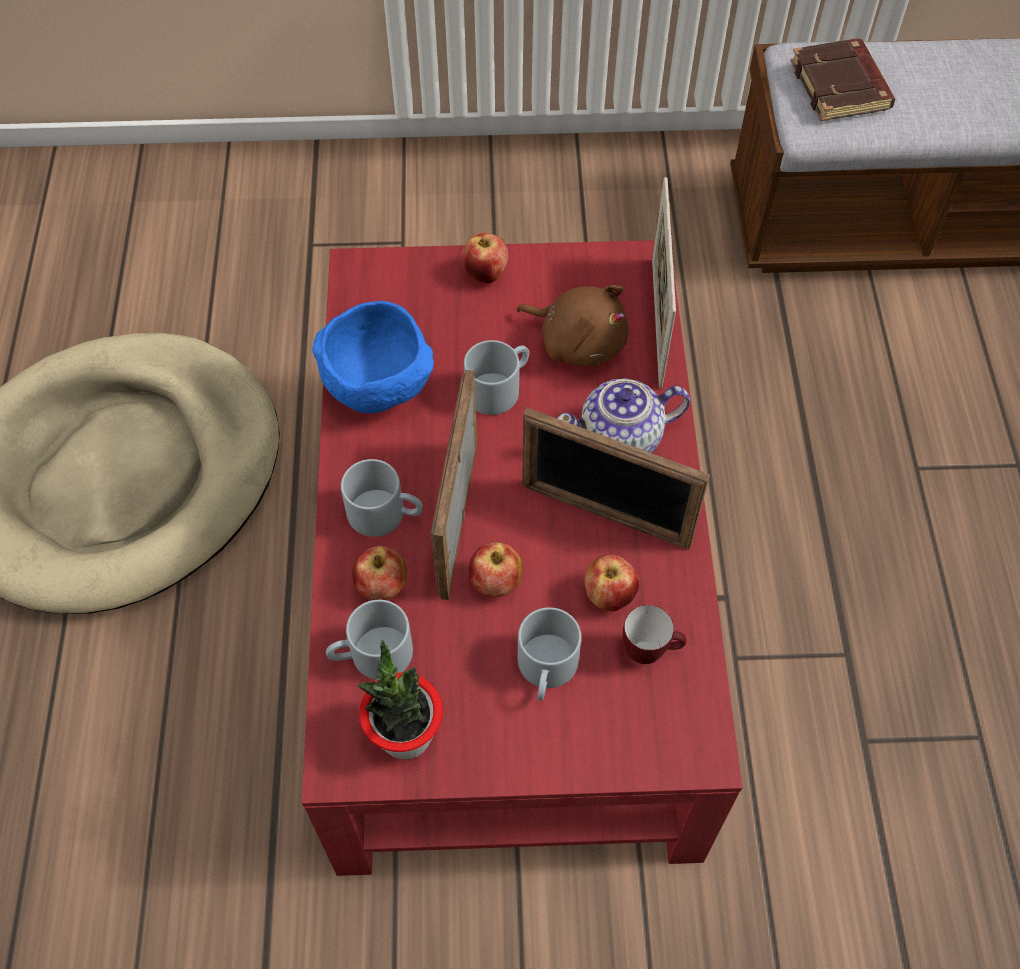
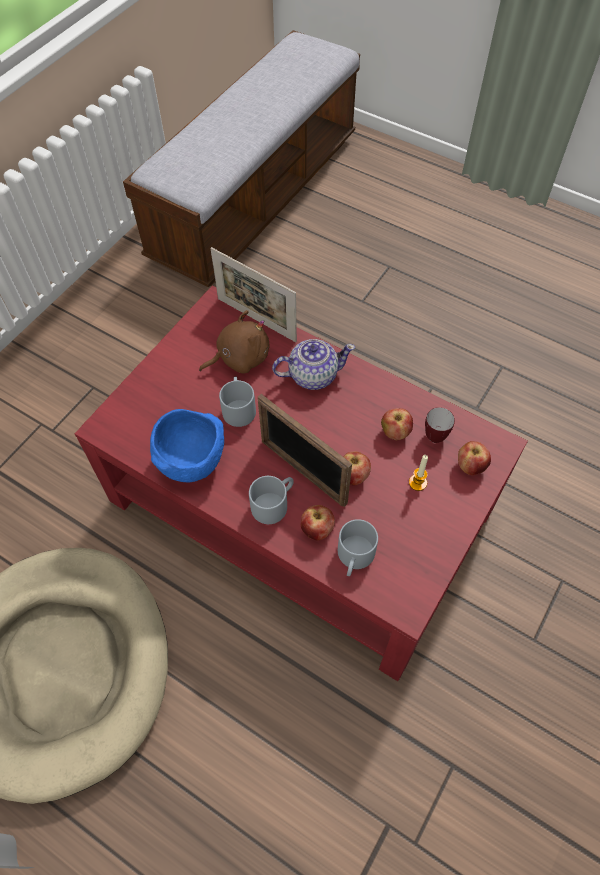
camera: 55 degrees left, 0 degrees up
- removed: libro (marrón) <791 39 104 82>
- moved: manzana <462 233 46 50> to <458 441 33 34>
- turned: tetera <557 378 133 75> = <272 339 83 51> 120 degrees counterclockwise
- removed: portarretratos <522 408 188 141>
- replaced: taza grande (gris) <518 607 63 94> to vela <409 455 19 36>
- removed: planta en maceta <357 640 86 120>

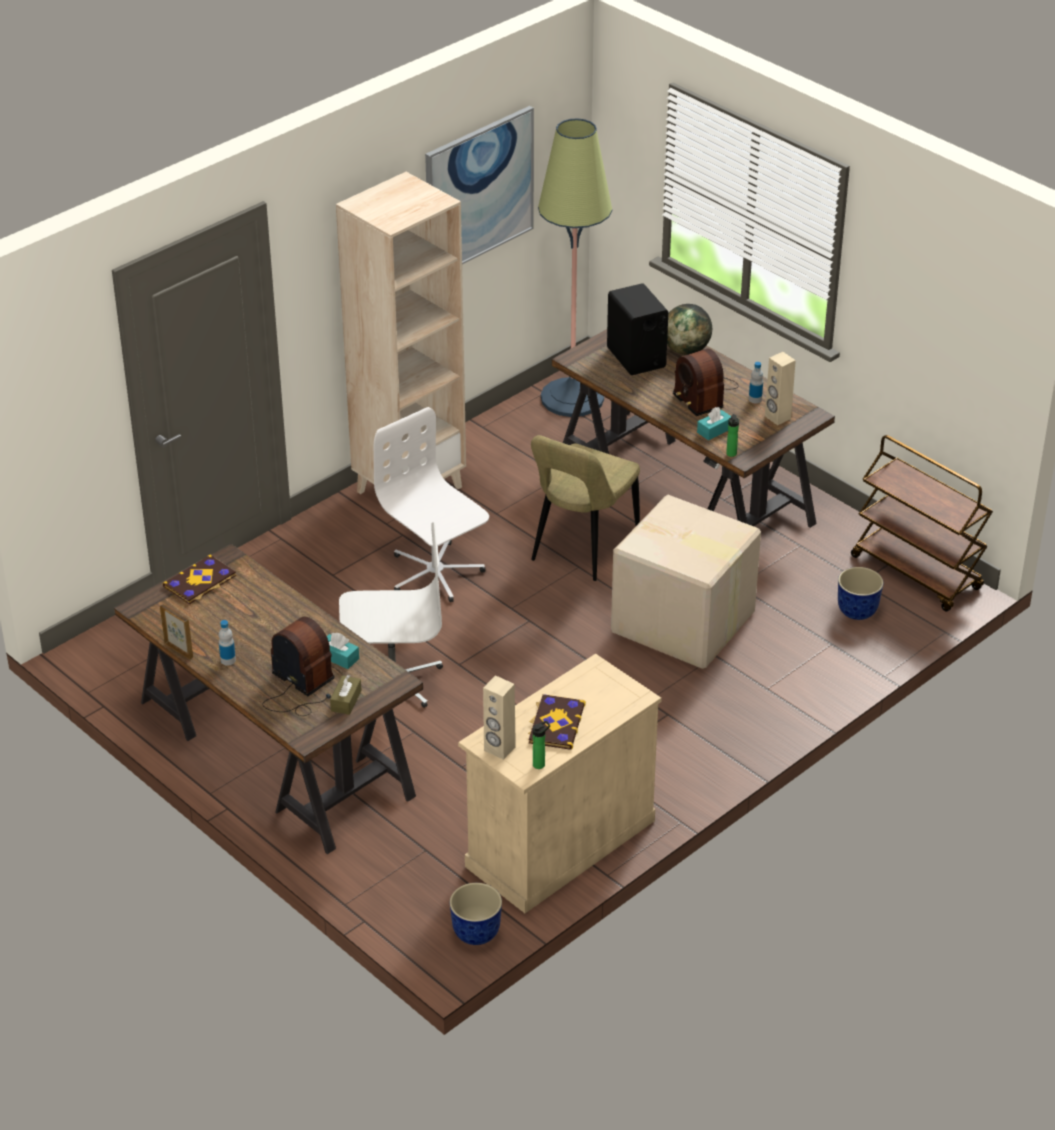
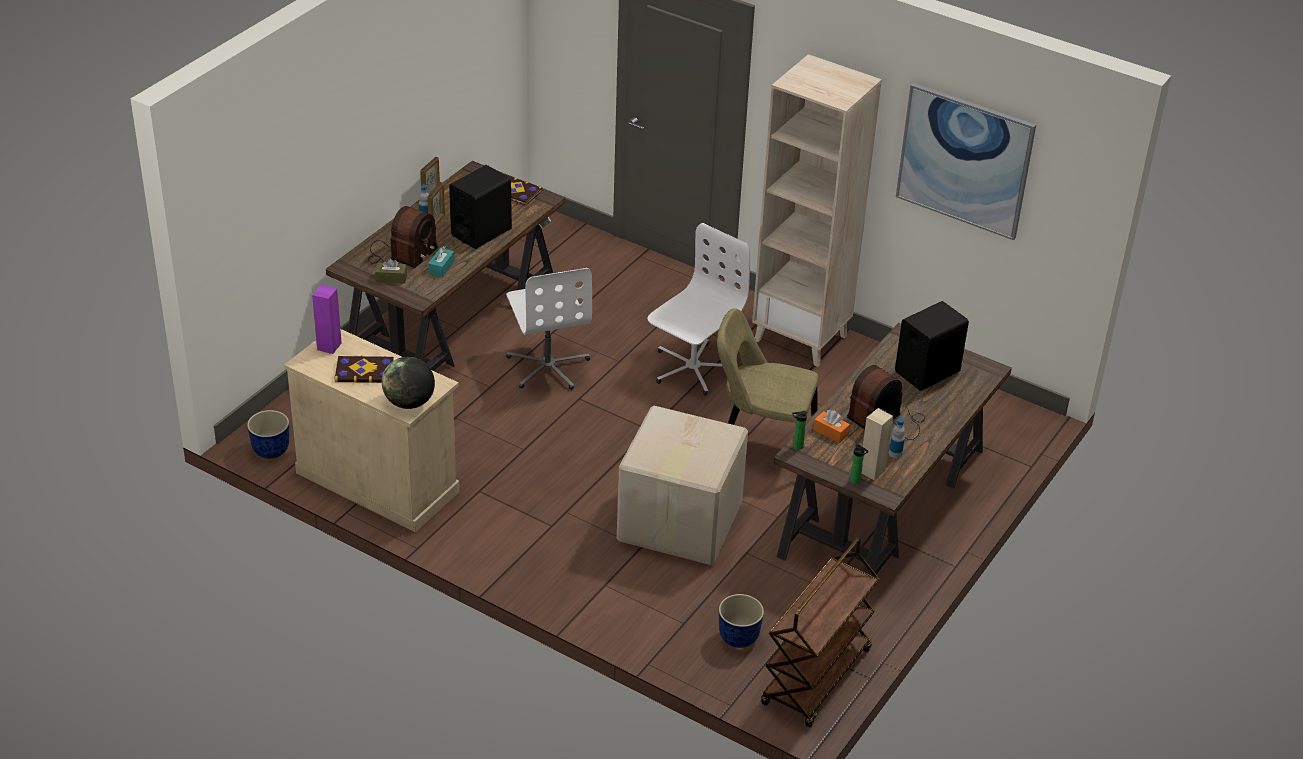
camera: 75 degrees right, 0 degrees up
- removed: lámpara de pie <538 118 74 299>
- moved: globo terráqueo <667 304 45 51> to <382 357 53 52>
- recoloured: caja de pañuelos (turquesa) <697 407 34 33> to caja de pañuelos (naranja) <813 410 37 33>
- recoloured: altavoz (beis) <483 675 33 85> to altavoz (morado) <312 285 30 69>
- moved: botella <533 721 17 48> to <850 444 18 40>
- added: altavoz (negro) <449 165 63 84>
- added: portarretratos <428 182 17 44>

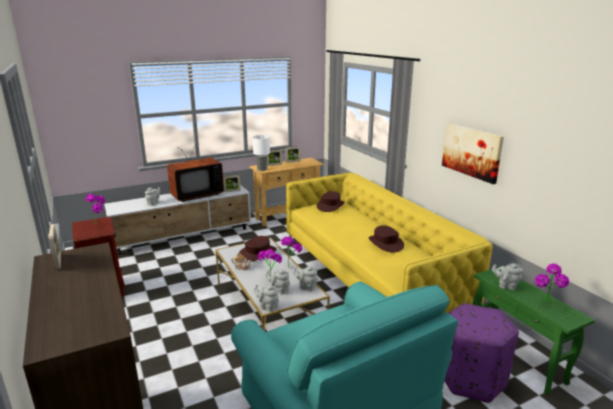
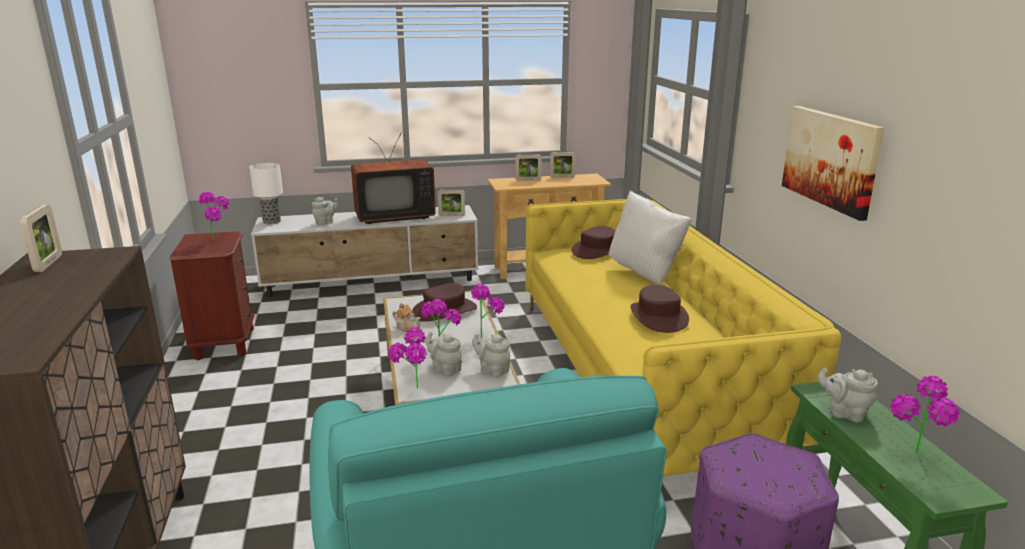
camera: 15 degrees right, 0 degrees up
- moved: lámpara de mesa <253 135 17 36> to <249 163 34 61>
- replaced: tetera (gris) <254 284 25 28> to planta en maceta <388 327 39 61>
- added: cojín (blanco) <609 190 83 94>

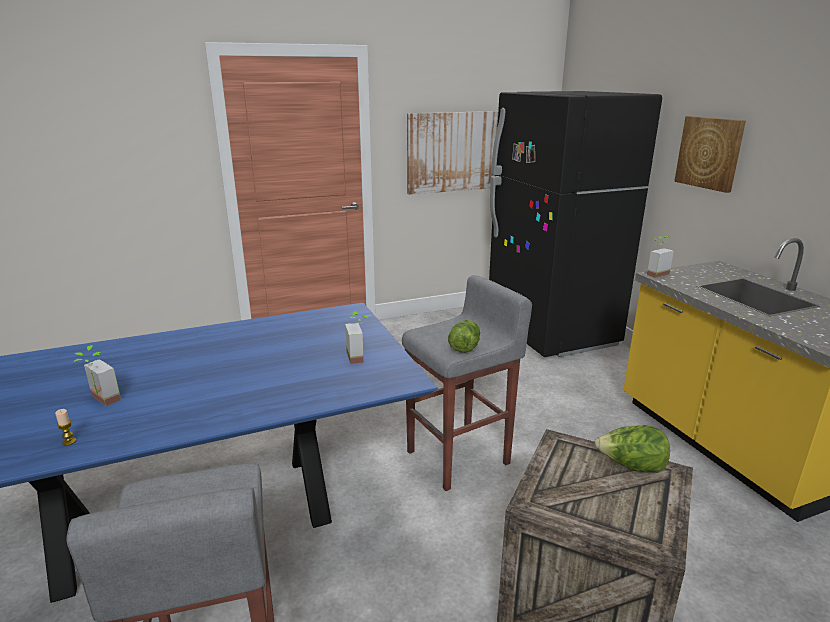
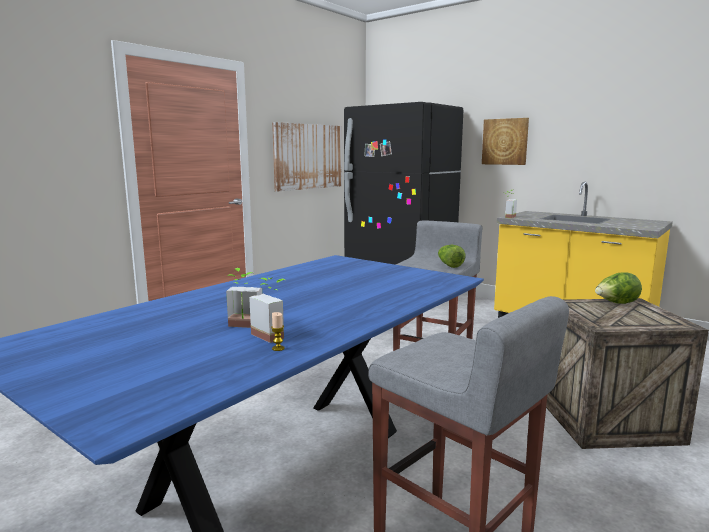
camera: 30 degrees left, 10 degrees down
- moved: planta en maceta <345 311 26 53> to <249 277 36 66>

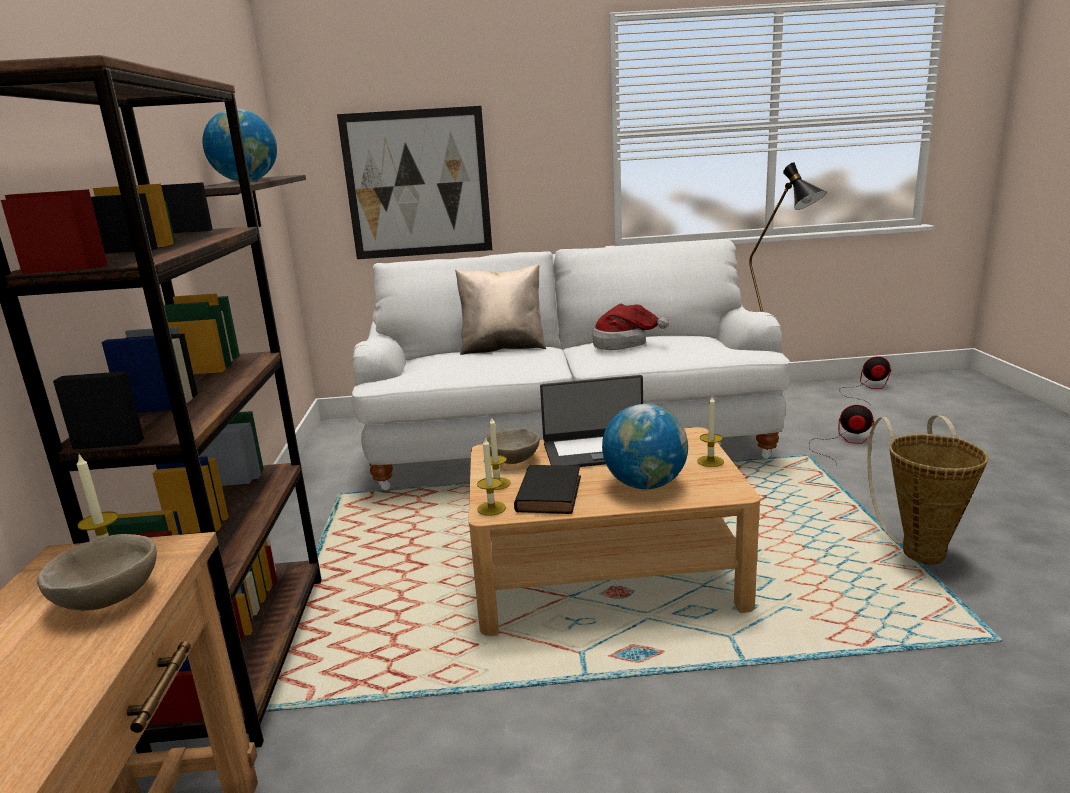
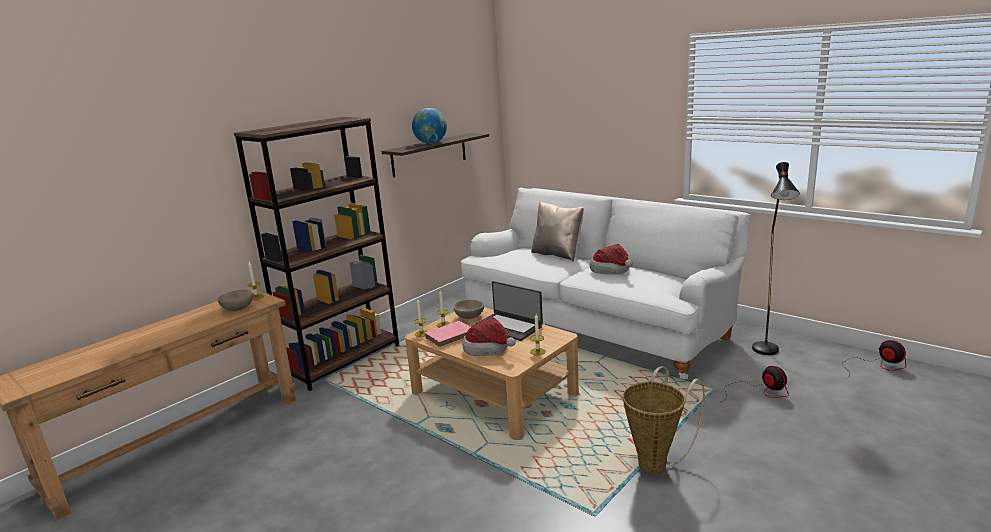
camera: 45 degrees right, 0 degrees up
- removed: cuadro <337 106 155 153>
- replaced: globo terráqueo <602 404 86 85> to sombrero <462 317 54 39>
- recoloured: libro (negro) <514 465 67 49> to libro (rosa) <424 321 47 27>

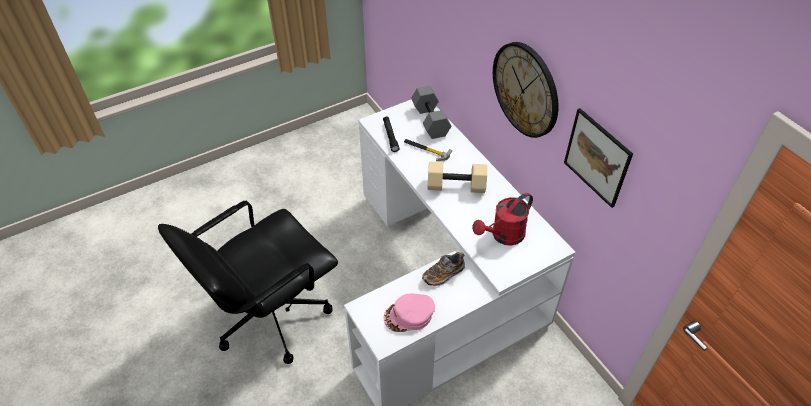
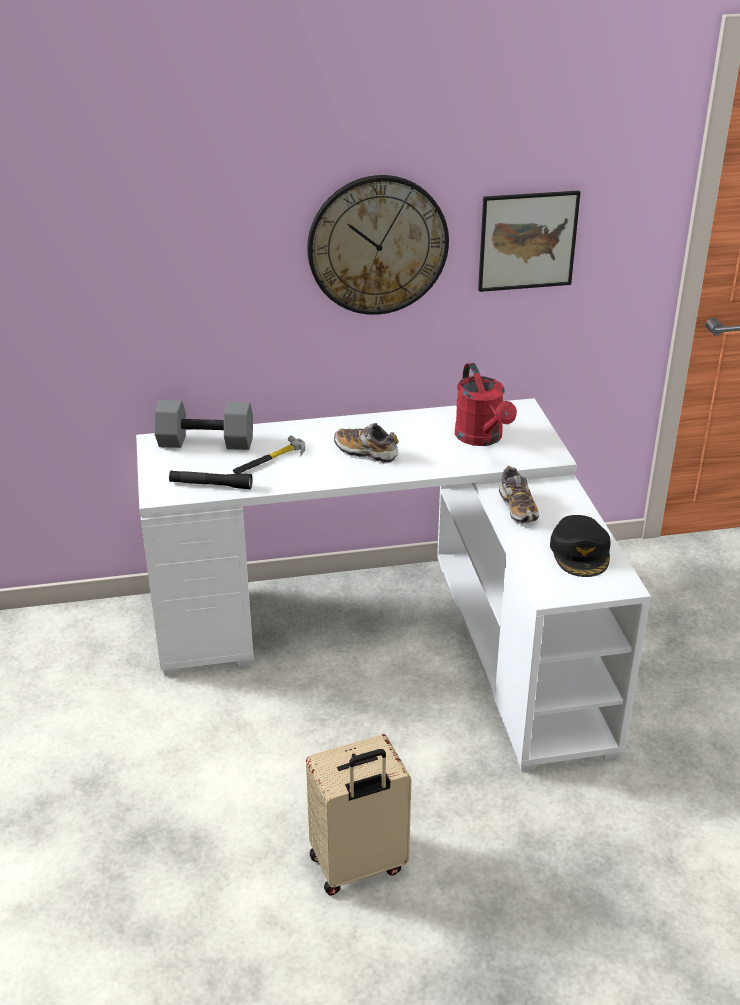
camera: 70 degrees left, 15 degrees down
- replaced: mancuerna (beis) <428 161 59 32> to zapato <334 423 65 41>
- replaced: silla de oficina (negro) <158 201 180 163> to maleta (beis) <306 734 105 161>
- recoloured: gorra (rosa) <384 294 51 38> to gorra (negro) <550 515 61 62>

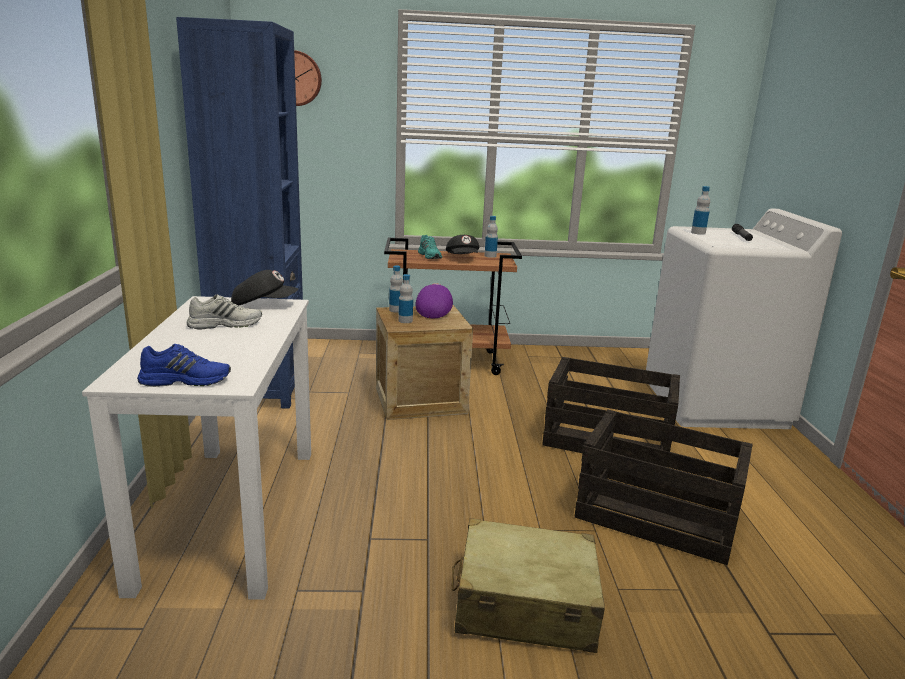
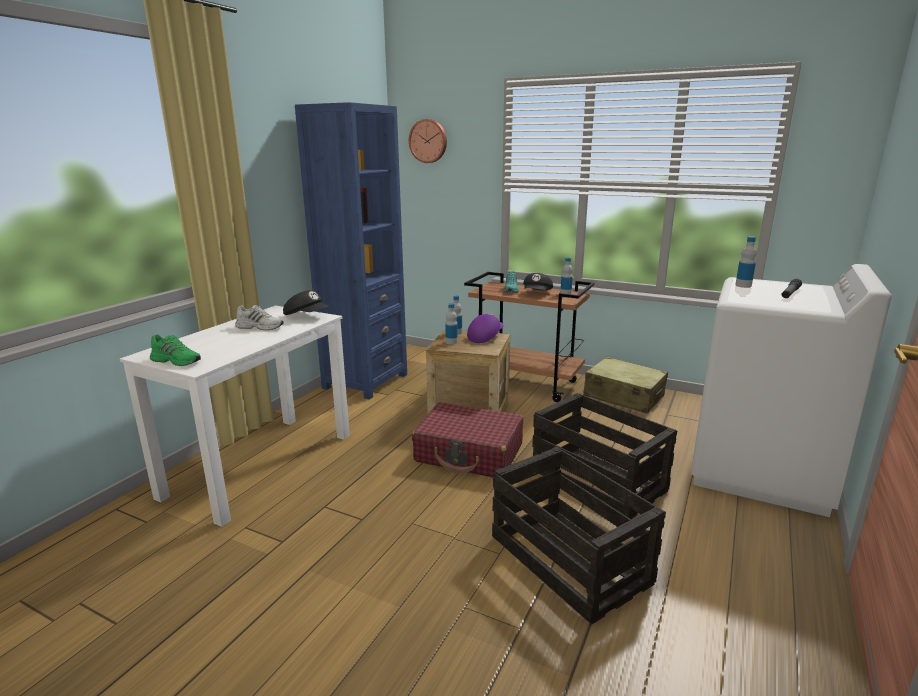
camera: 30 degrees right, 0 degrees up
- recoloured: zapato (azul) <137 344 94 43> to zapato (verde) <150 334 51 32>
- moved: maleta (beis) <452 518 153 135> to <583 357 85 57>
- added: maleta (rojo) <412 402 111 75>

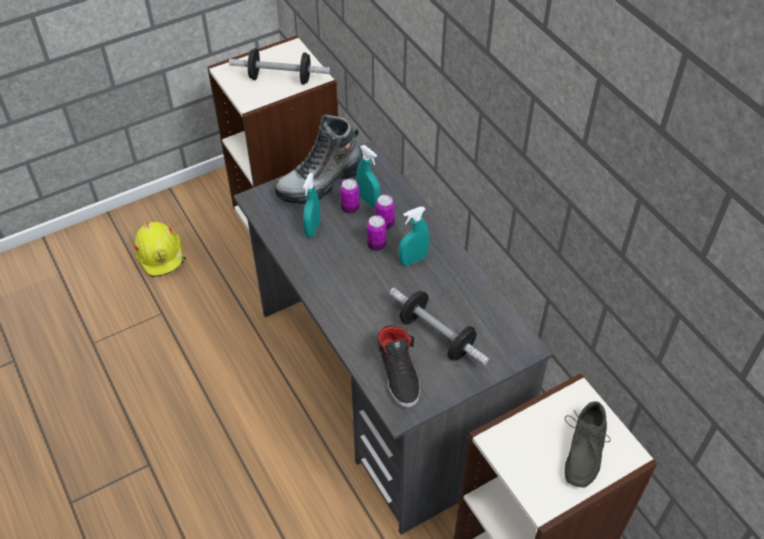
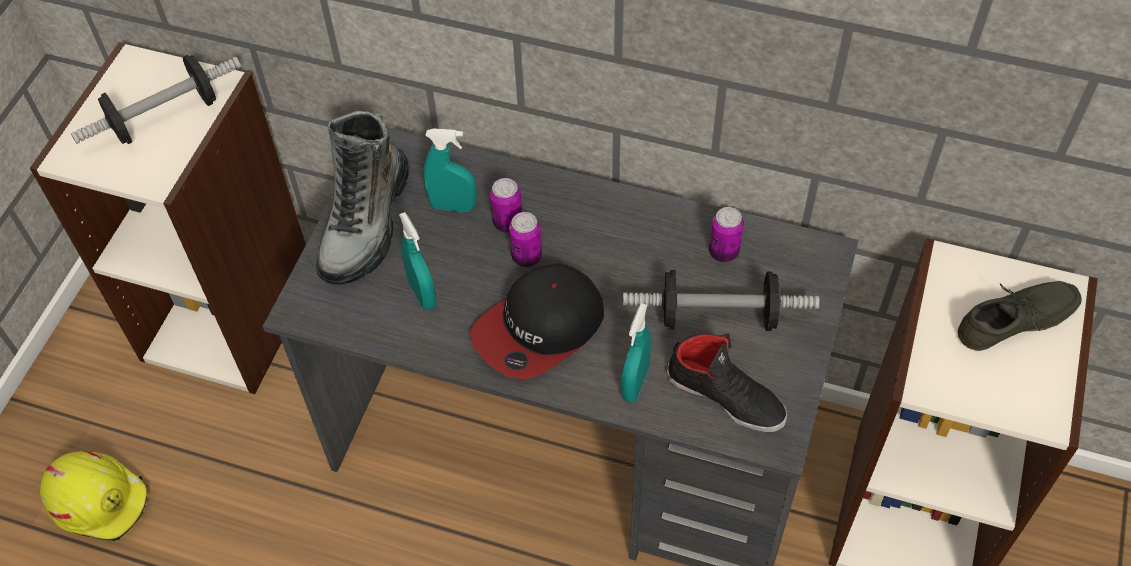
camera: 40 degrees left, 5 degrees up
- moved: lata <340 179 19 35> to <709 207 35 55>
- moved: pulverizador (turquesa) <399 207 30 59> to <621 303 30 99>
- turned: zapato (gris) <565 401 46 87> = <958 281 124 70> 90 degrees counterclockwise
- added: gorra <470 263 134 116>

